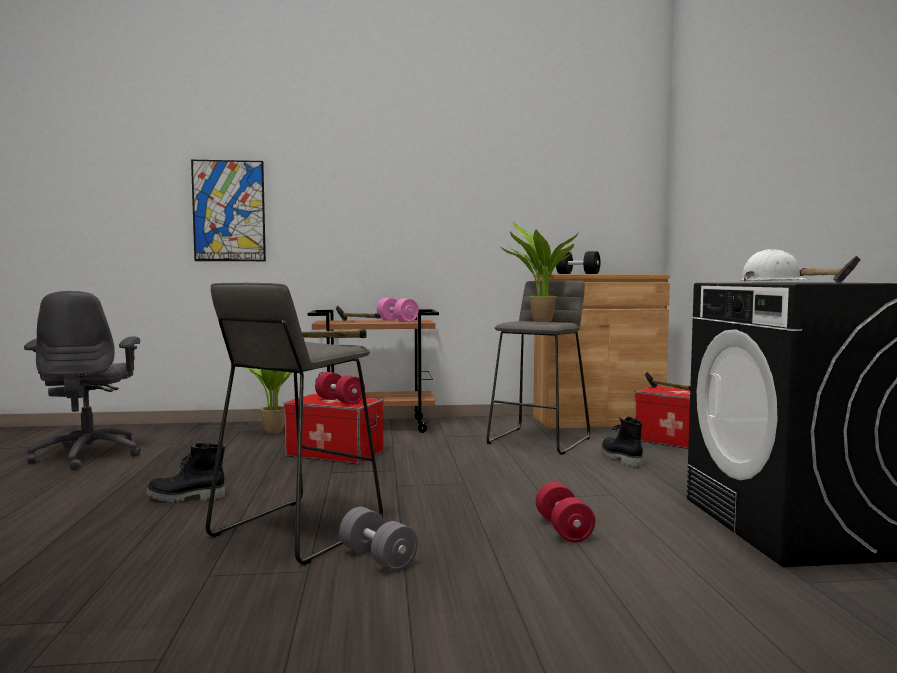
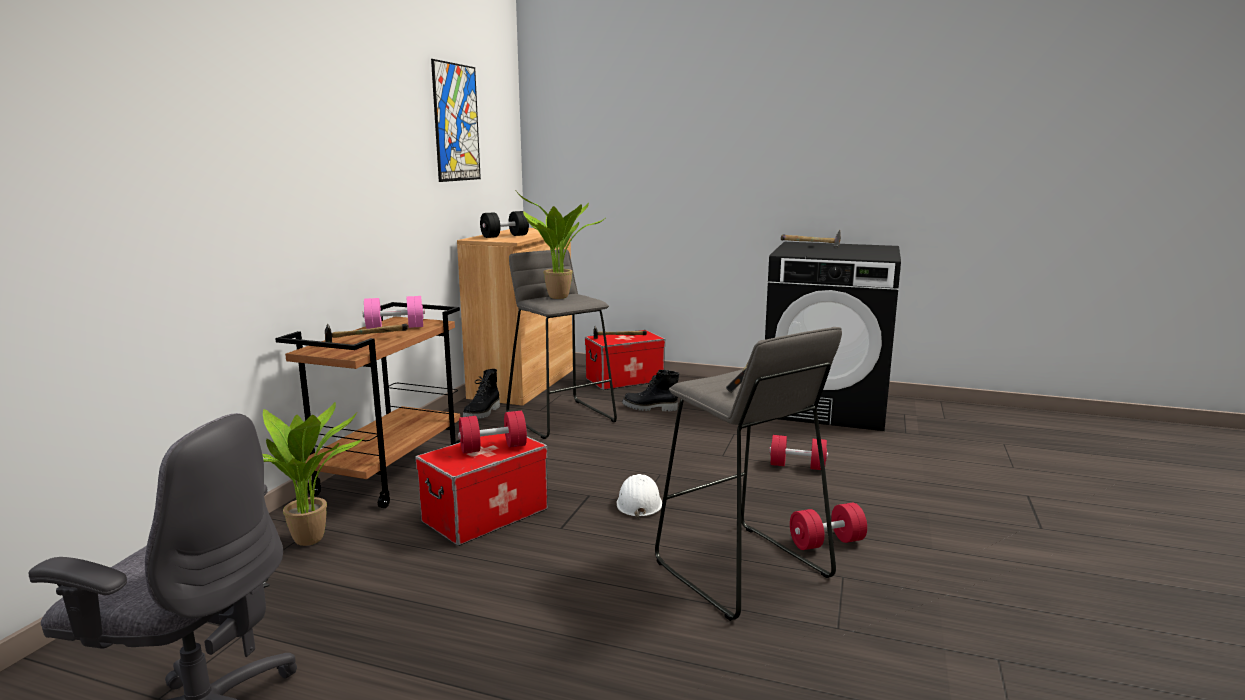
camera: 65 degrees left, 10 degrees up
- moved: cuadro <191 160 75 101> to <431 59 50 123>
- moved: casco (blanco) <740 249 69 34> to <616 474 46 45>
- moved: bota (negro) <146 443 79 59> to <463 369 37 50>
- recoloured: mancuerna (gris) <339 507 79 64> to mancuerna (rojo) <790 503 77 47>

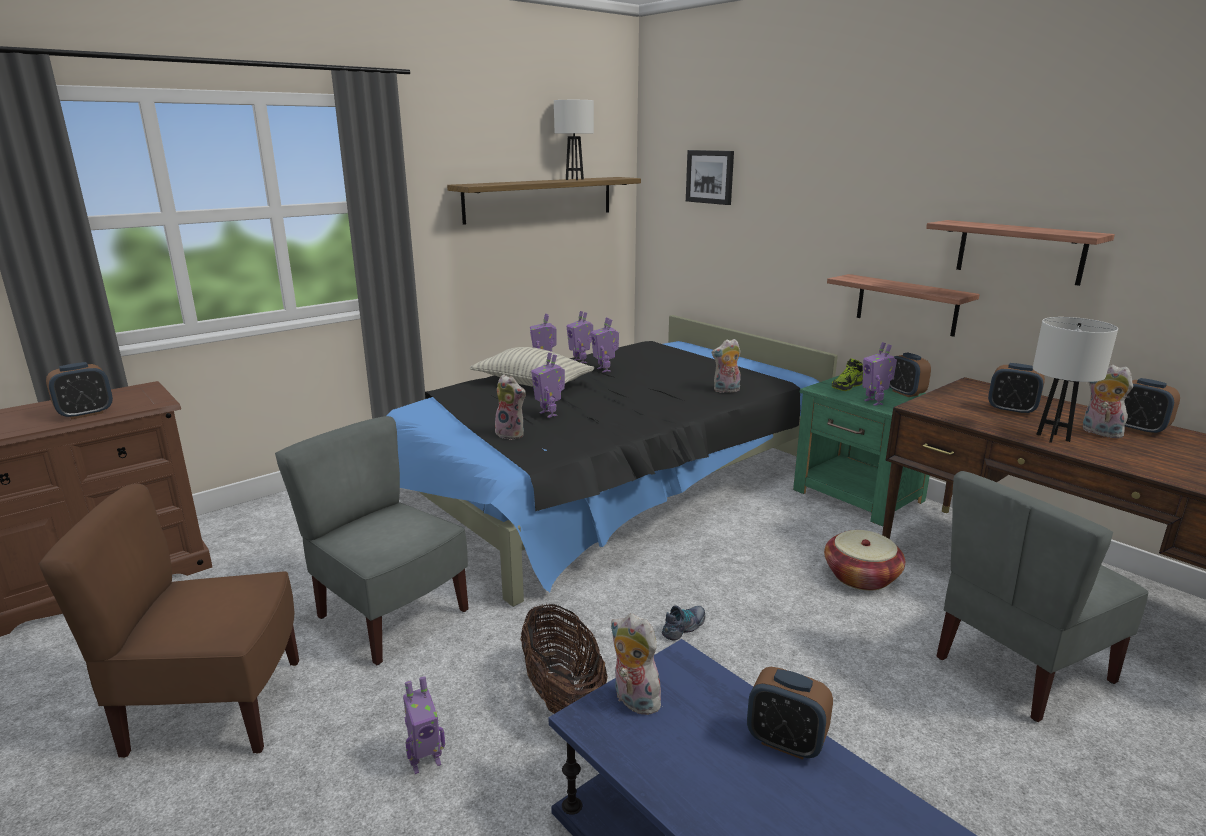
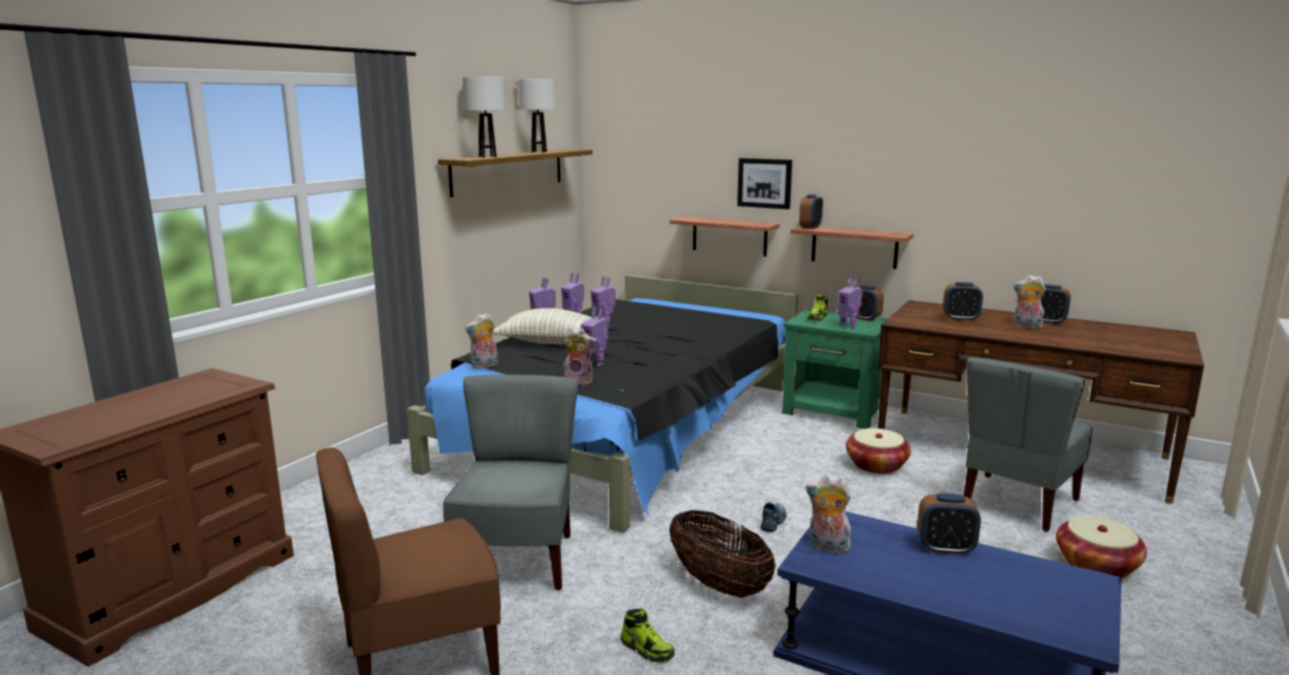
camera: 20 degrees left, 5 degrees down
- moved: cuadro <686 150 48 55> to <737 158 55 51>
- moved: estante <926 220 189 66> to <670 216 110 41>
- moved: lámpara de mesa (blanco) <1033 317 85 126> to <463 77 43 81>
- moved: peluche <712 339 29 54> to <465 313 33 56>
- moved: despertador <46 362 67 57> to <799 194 24 35>
- turned: silla (gris) <275 416 194 249> = <443 375 135 216> 75 degrees clockwise
- replaced: robot de juguete <403 676 42 98> to zapato <621 608 54 55>
- added: cesta <1056 516 91 62>

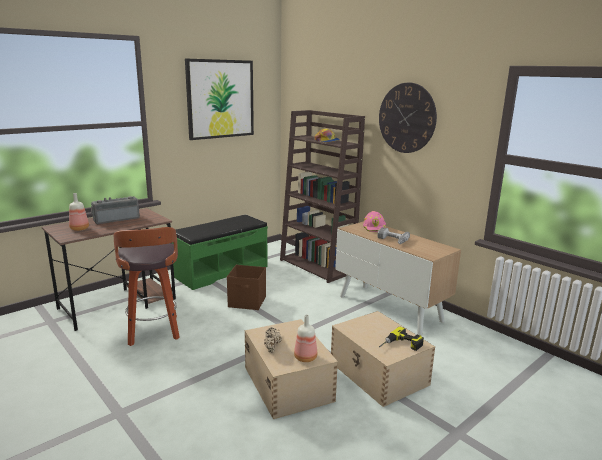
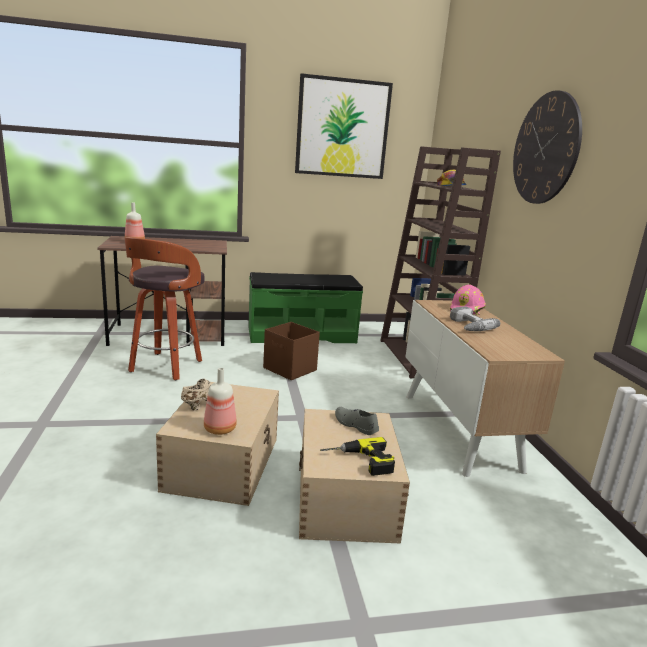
camera: 30 degrees right, 0 degrees up
- removed: radio <91 196 49 28>
- added: zapato (gris) <335 407 44 28>

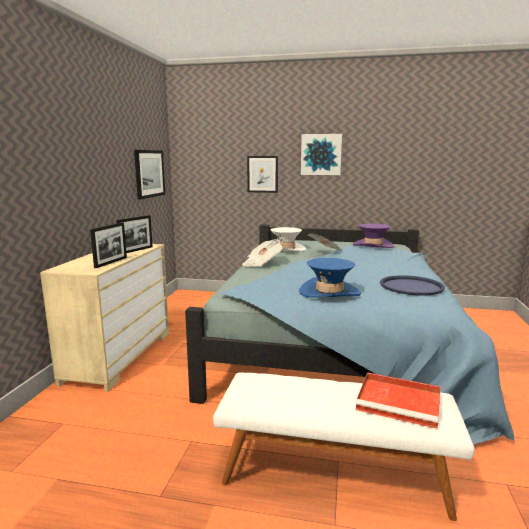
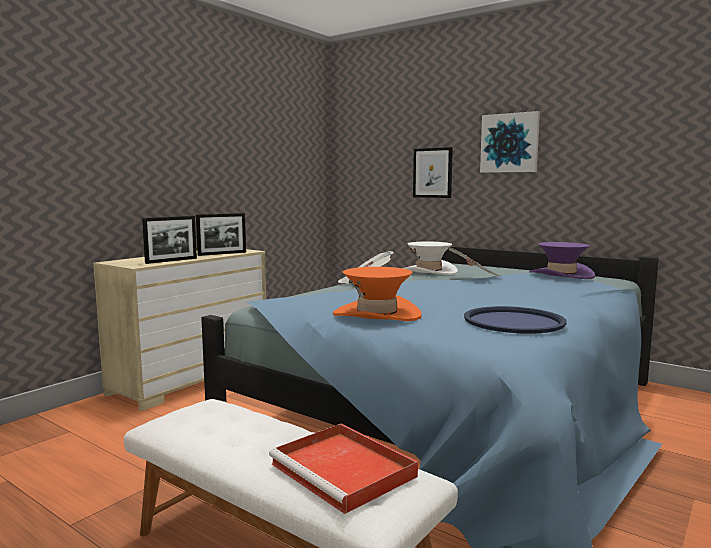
camera: 25 degrees right, 5 degrees down
- removed: cuadro <134 150 31 50>
- recoloured: sombrero (azul) <299 258 62 40> to sombrero (naranja) <333 267 89 54>

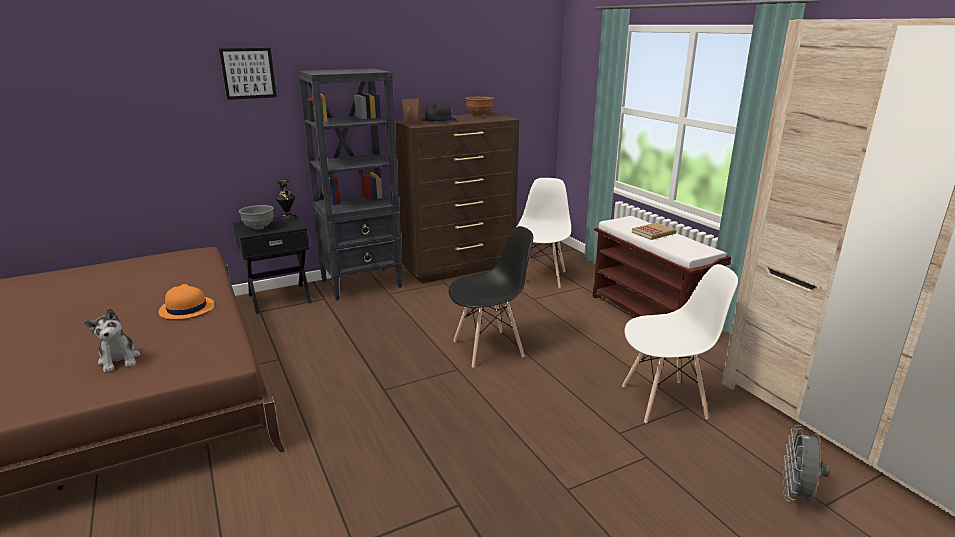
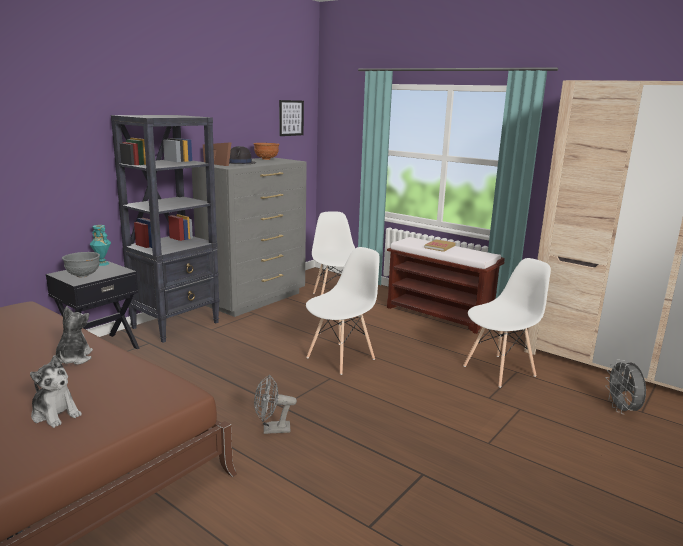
camera: 25 degrees left, 5 degrees down
- moved: cuadro <219 48 58 52> to <279 100 25 36>
- recoloured: cómoda (marrón) <395 112 124 171> to cómoda (gris) <192 157 115 160>
- recoloured: florero (negro) <275 179 20 40> to florero (turquesa) <90 225 21 41>
- recoloured: silla (negro) <449 226 84 141> to silla (blanco) <306 247 74 128>
- replaced: sombrero (naranja) <159 284 55 35> to peluche <56 306 37 59>
- added: ventilador (gris) <254 375 43 59>

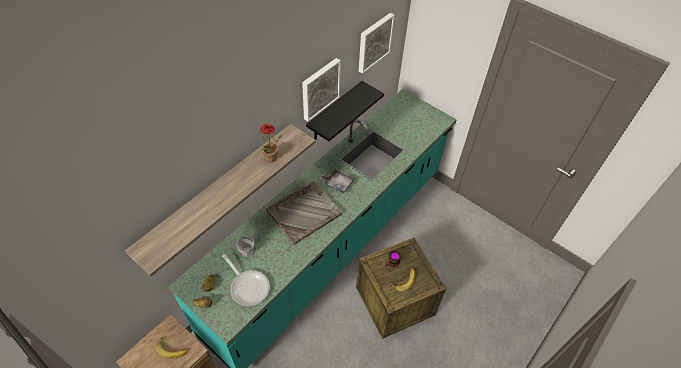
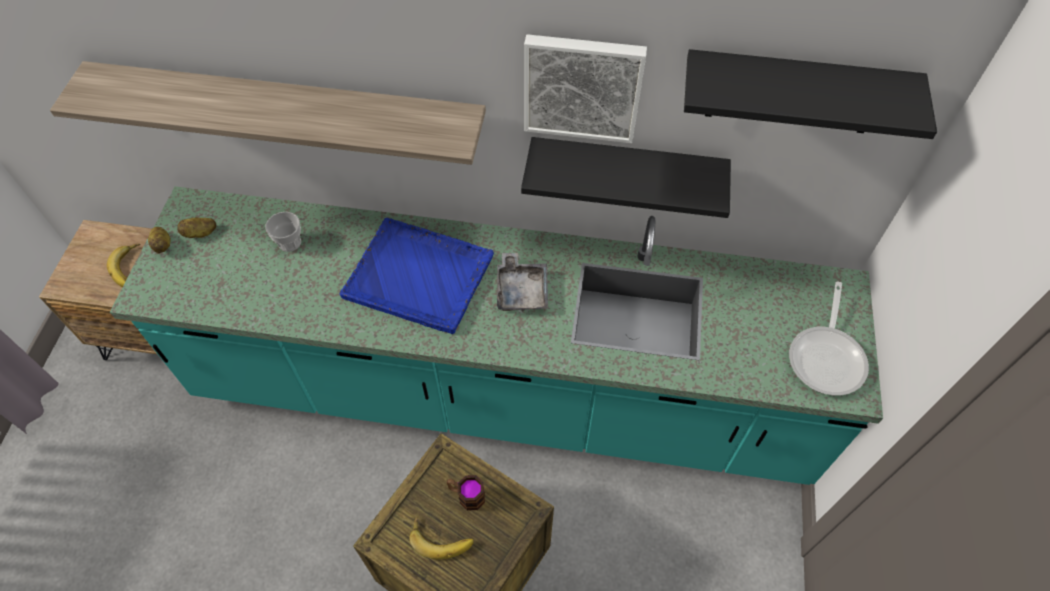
camera: 60 degrees right, 5 degrees up
- replaced: cuadro <359 13 36 61> to estante (negro) <684 49 253 90>
- removed: planta en maceta <259 124 23 38>
- recoloured: bandeja (gris) <266 182 76 63> to bandeja (azul) <339 218 155 116>
- moved: sartén <223 254 47 52> to <789 282 80 113>

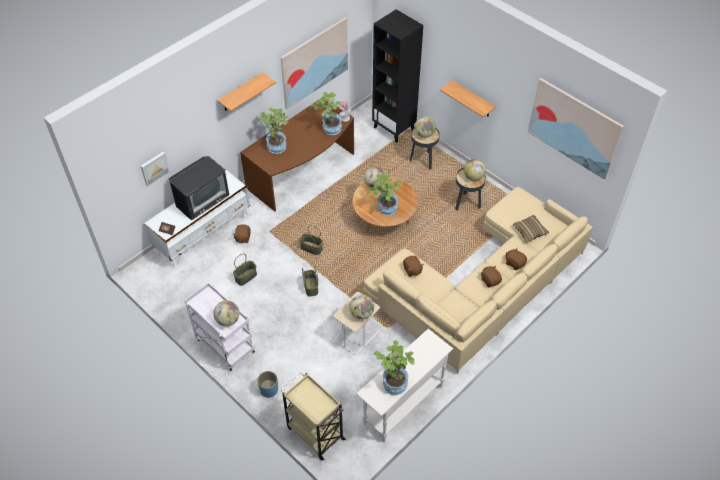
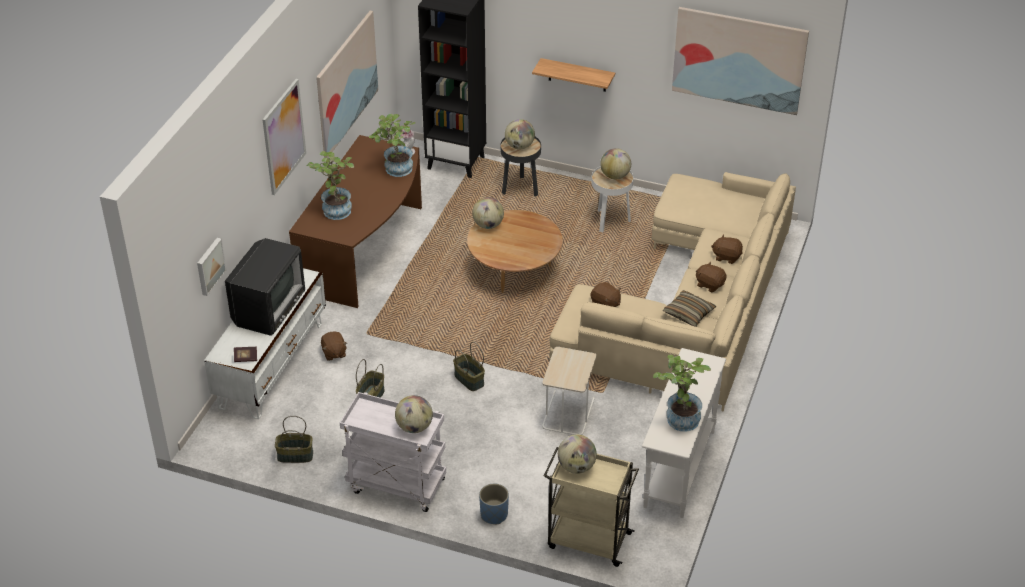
camera: 25 degrees left, 10 degrees down
- replaced: estante <218 72 58 39> to cuadro <262 79 44 116>
- recoloured: mesa auxiliar (negro) <455 168 31 42> to mesa auxiliar (blanco) <592 166 42 66>
- removed: planta en maceta <369 173 34 43>
- moved: cojín <513 215 36 27> to <663 290 53 37>
- moved: cesta <299 225 24 30> to <275 416 38 47>
- moved: globo terráqueo <349 294 25 26> to <558 435 39 39>

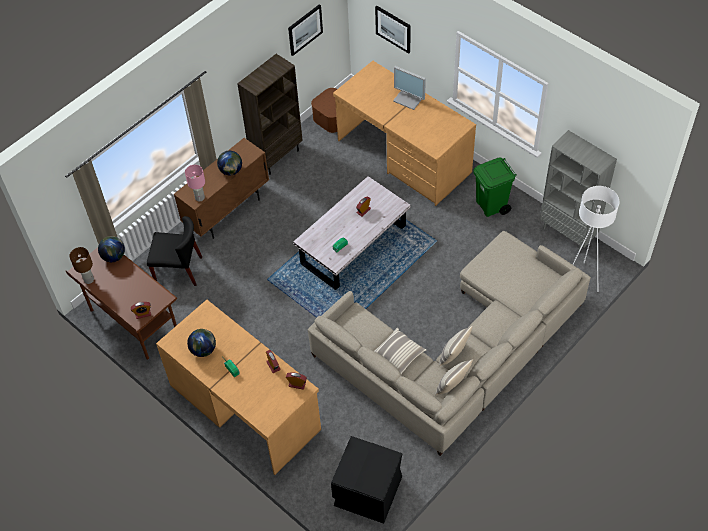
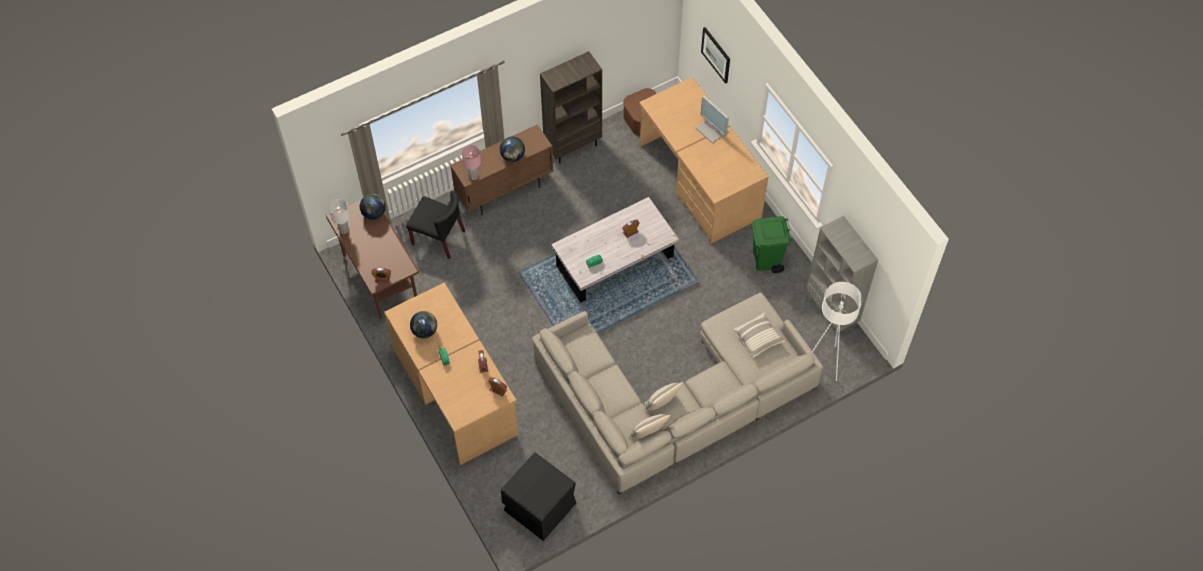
camera: 15 degrees right, 5 degrees up
- removed: cuadro <288 4 35 52>
- recoloured: lámpara de mesa (marrón) <69 247 25 37> to lámpara de mesa (blanco) <329 199 21 35>
- moved: cojín <374 328 52 46> to <733 312 52 46>

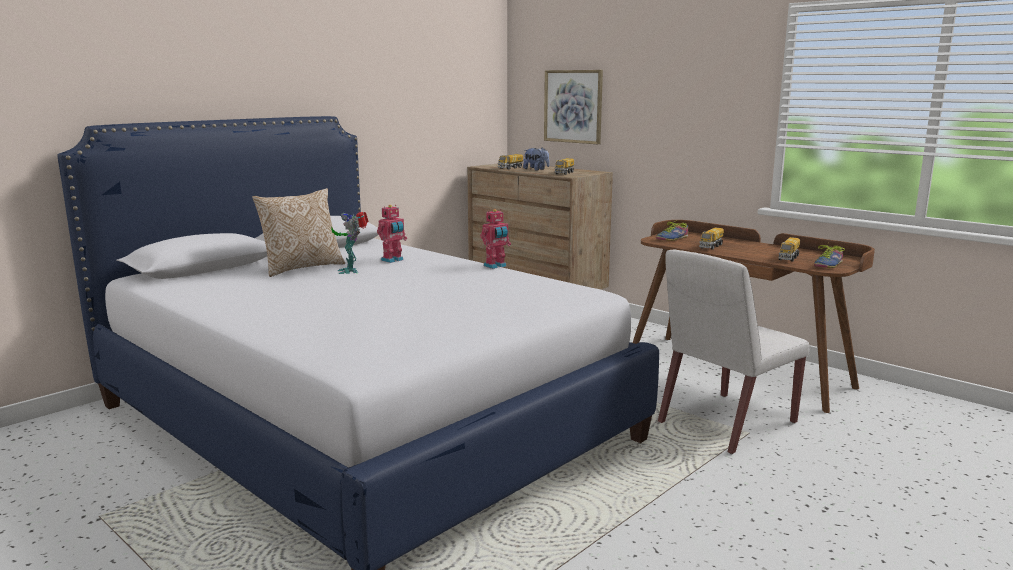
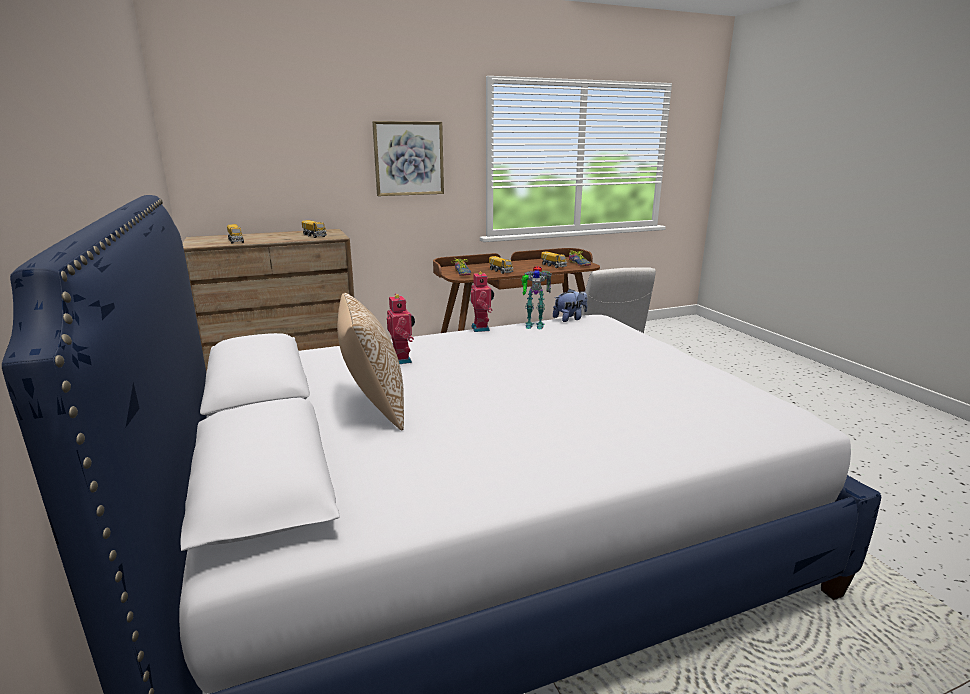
camera: 65 degrees left, 5 degrees up
- moved: cuadro <544 70 59 74> to <372 121 72 75>
- moved: peluche <523 148 27 23> to <553 289 34 33>
- moved: robot de juguete <331 212 38 62> to <521 266 31 63>

